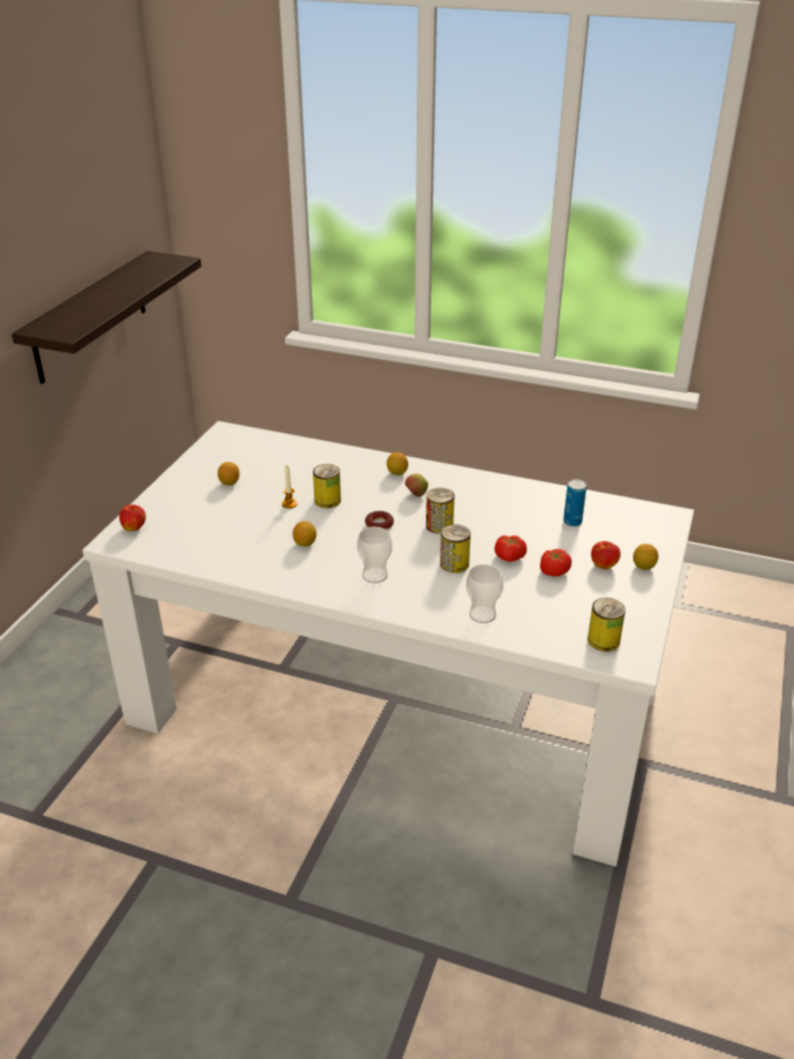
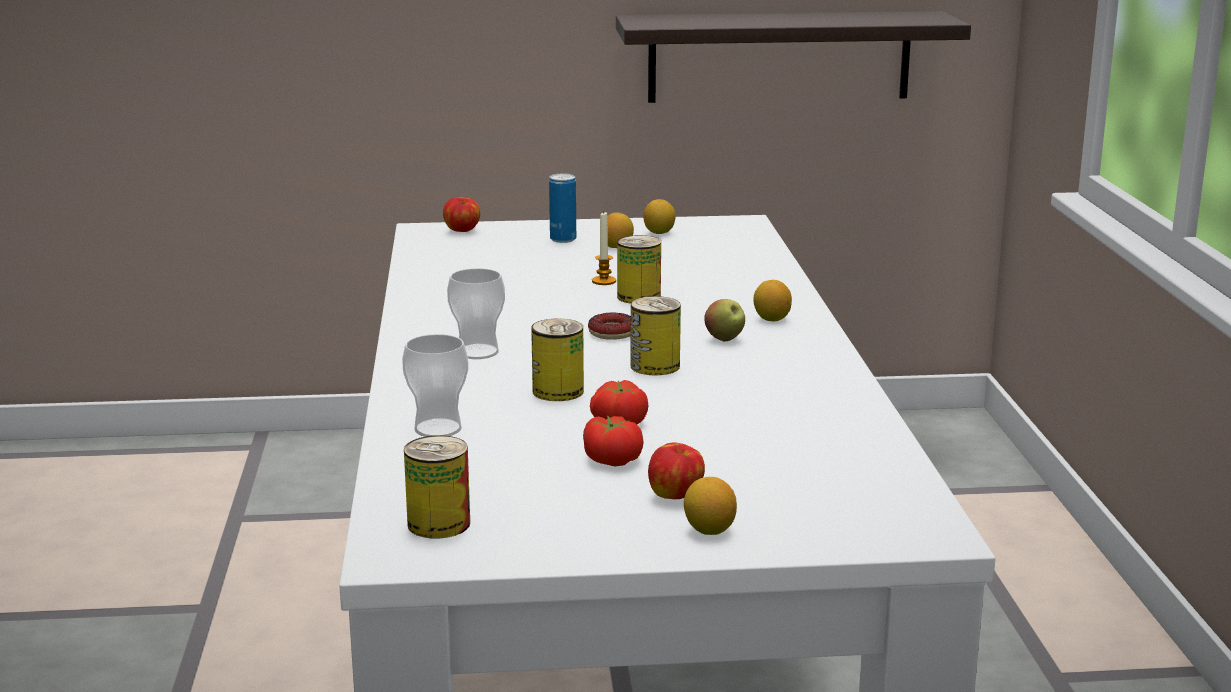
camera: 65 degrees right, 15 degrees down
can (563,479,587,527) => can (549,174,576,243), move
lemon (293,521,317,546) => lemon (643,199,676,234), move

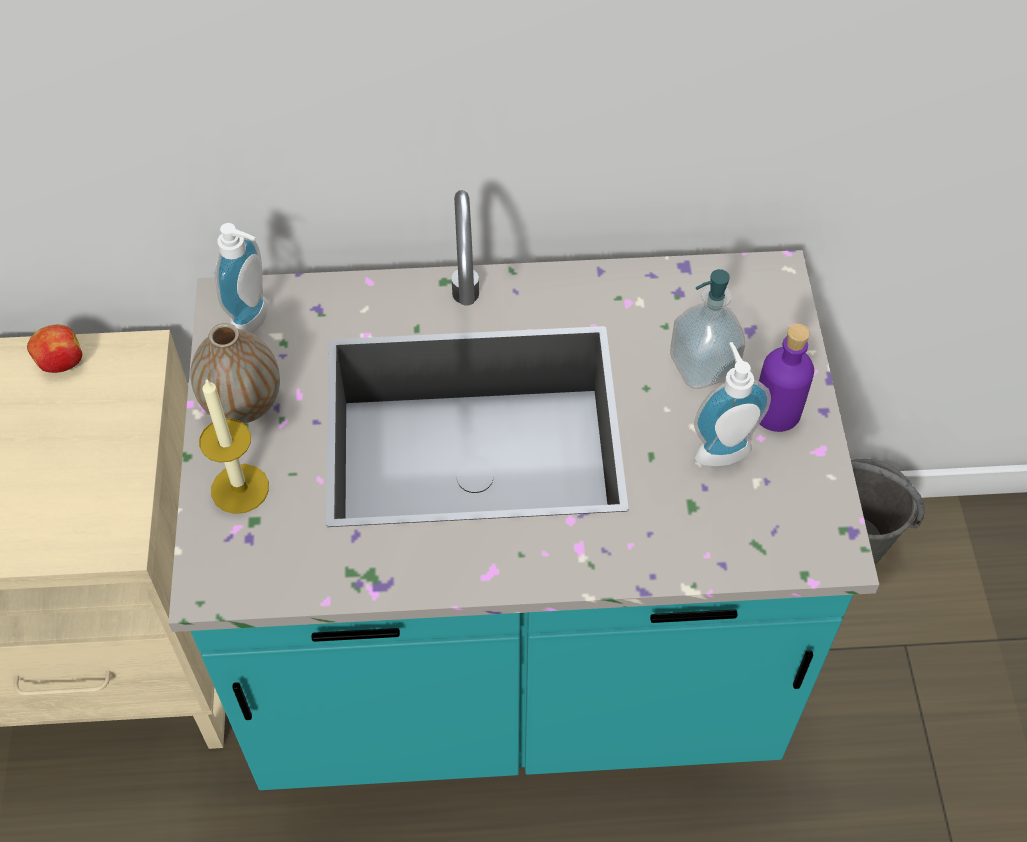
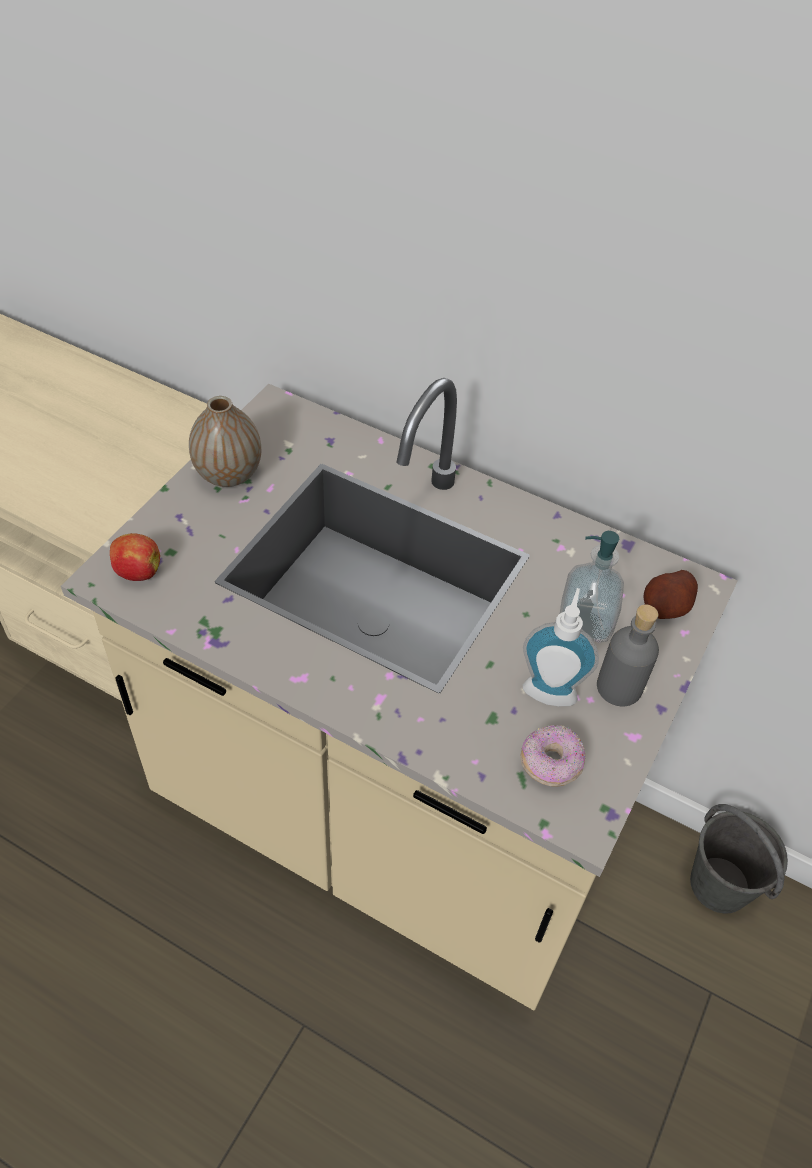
camera: 30 degrees right, 5 degrees down
turquoise counter (168,190,879,790) => beige counter (61,378,738,1010)
soap dispenser (215,223,269,334) => nothing
purple bottle (759,324,814,432) => grey bottle (597,605,659,707)
apple (27,325,82,373) => apple (110,533,160,581), move
candle (199,378,269,514) => nothing
nothing => potato (644,570,698,619)
nothing => donut (520,725,585,787)

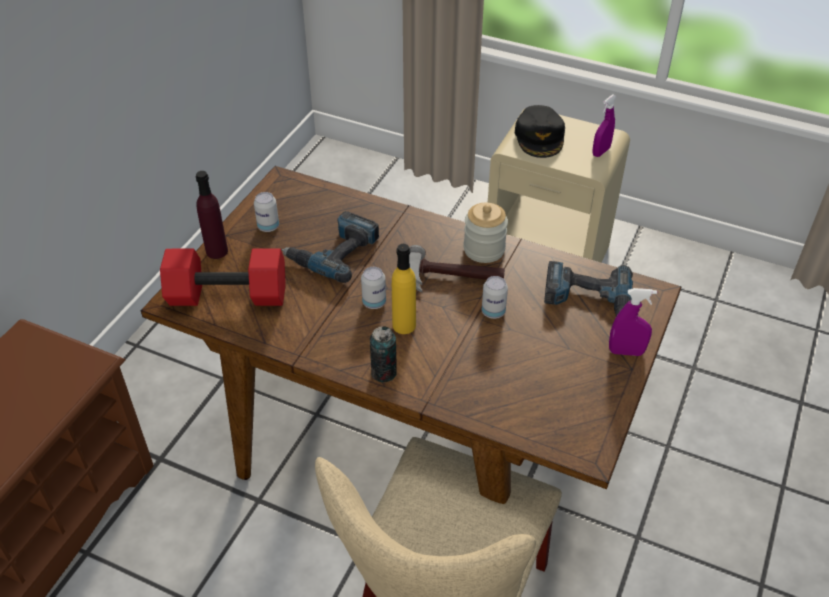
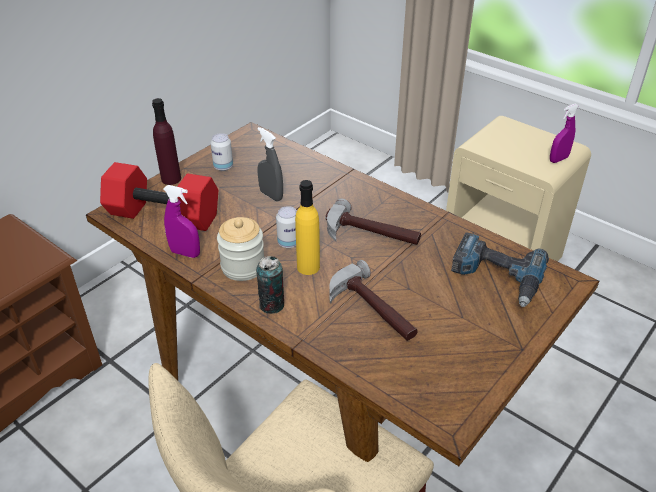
camera: 15 degrees right, 5 degrees down
black cap (515,105,565,158) => nothing
jar (463,203,508,263) => jar (217,217,264,281), move
power drill (282,211,379,283) => grey spray bottle (257,127,283,201)
can (482,276,508,319) => nothing
purple spray bottle (609,288,657,356) => purple spray bottle (163,185,200,258), move
nothing => hammer (329,260,418,341)

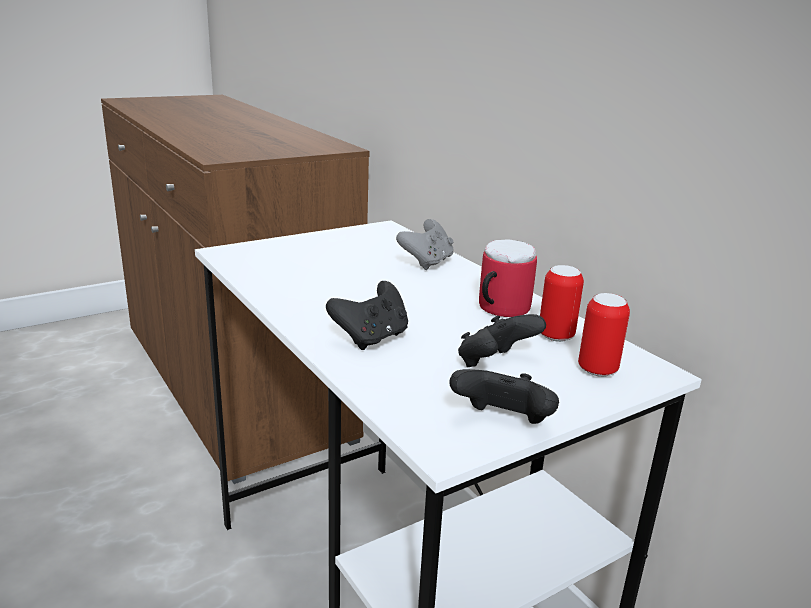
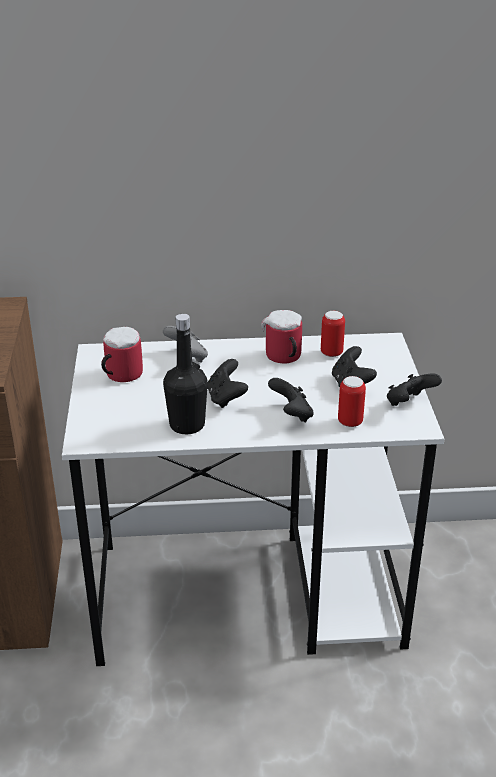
camera: 60 degrees left, 10 degrees up
can (578,293,630,377) => can (338,376,366,427), move
nothing => black bottle (163,314,208,434)
nothing => mug (101,327,143,382)
nothing => black game controller (207,359,248,408)

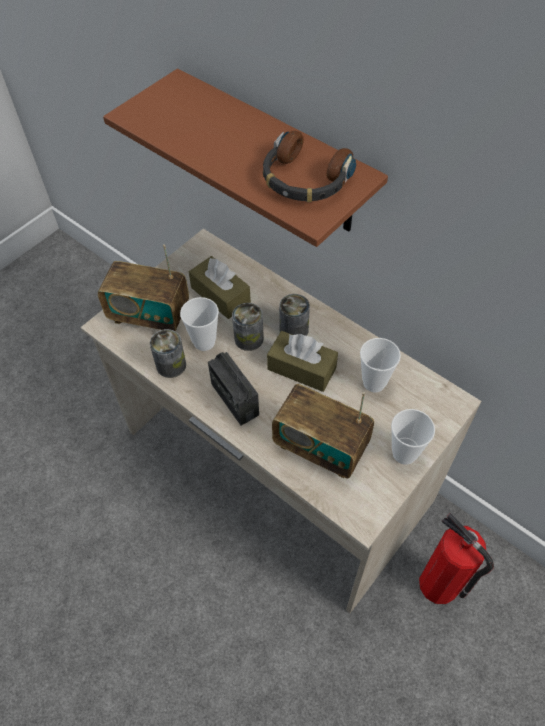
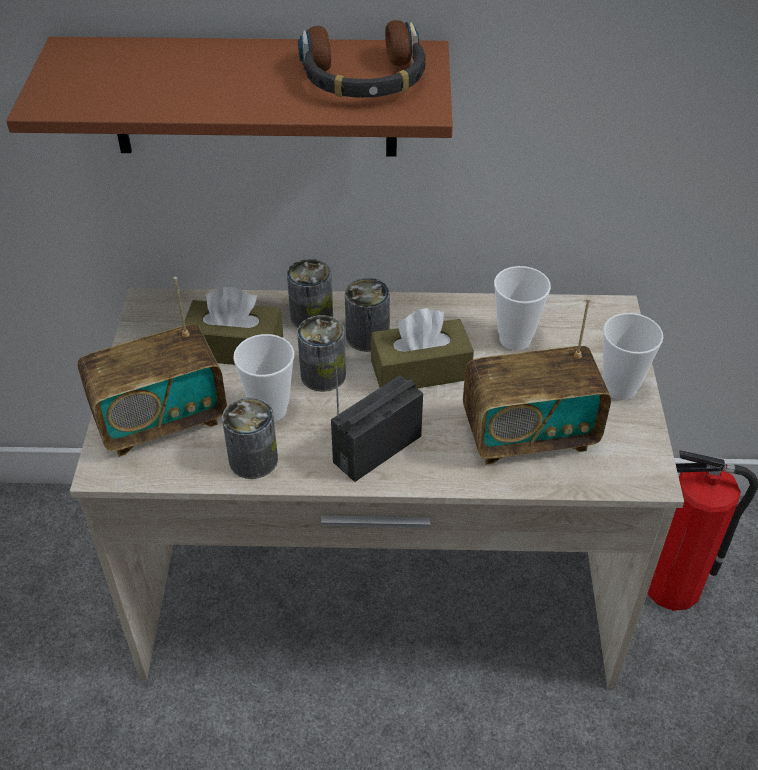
camera: 40 degrees left, 10 degrees down
radio (208,352,259,426) => radio (331,366,423,482), 120 degrees clockwise
nothing => can (287,259,333,328)

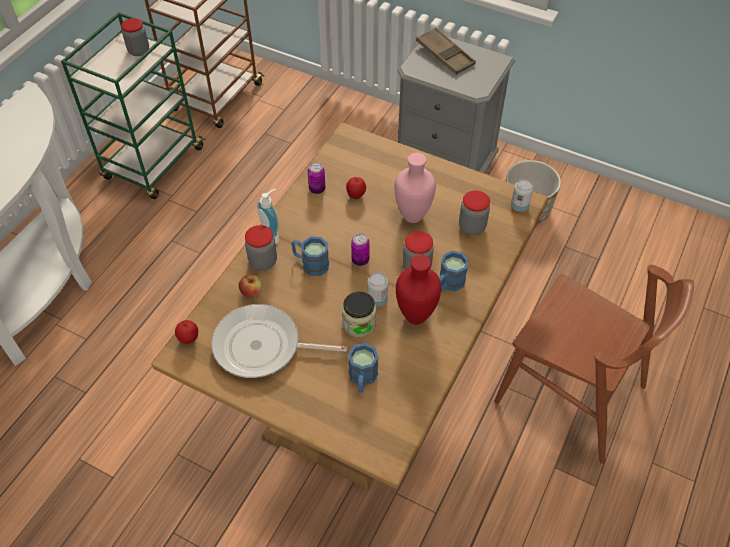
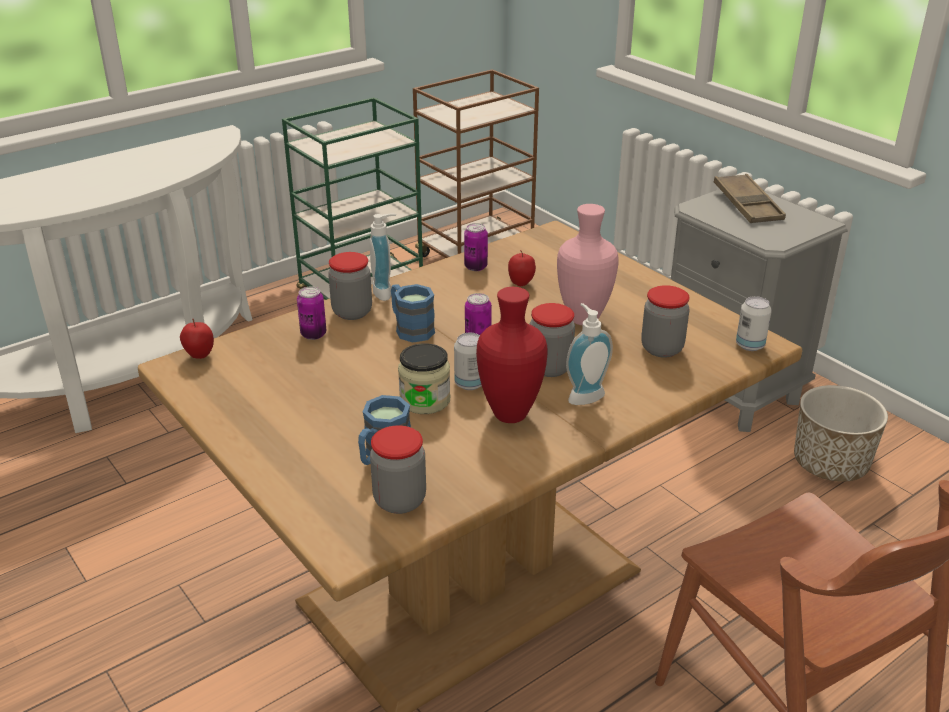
camera: 25 degrees right, 20 degrees down
jar (121,18,149,56) => jar (370,425,426,514), move
blue mug (439,251,469,292) => soap dispenser (566,303,613,405)
apple (238,274,262,298) => can (297,286,326,340)
frying pan (211,304,347,378) => nothing

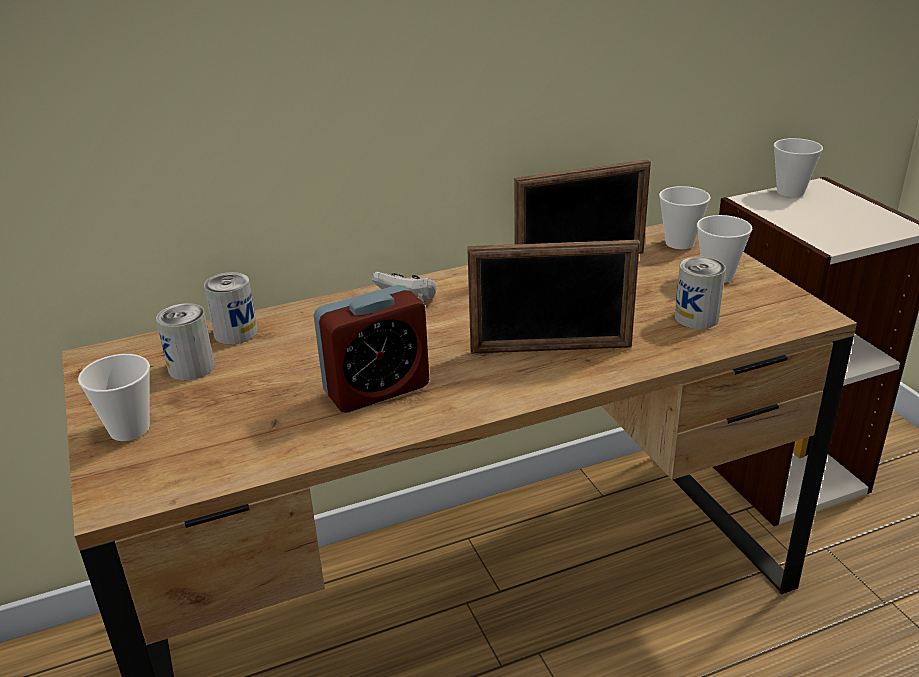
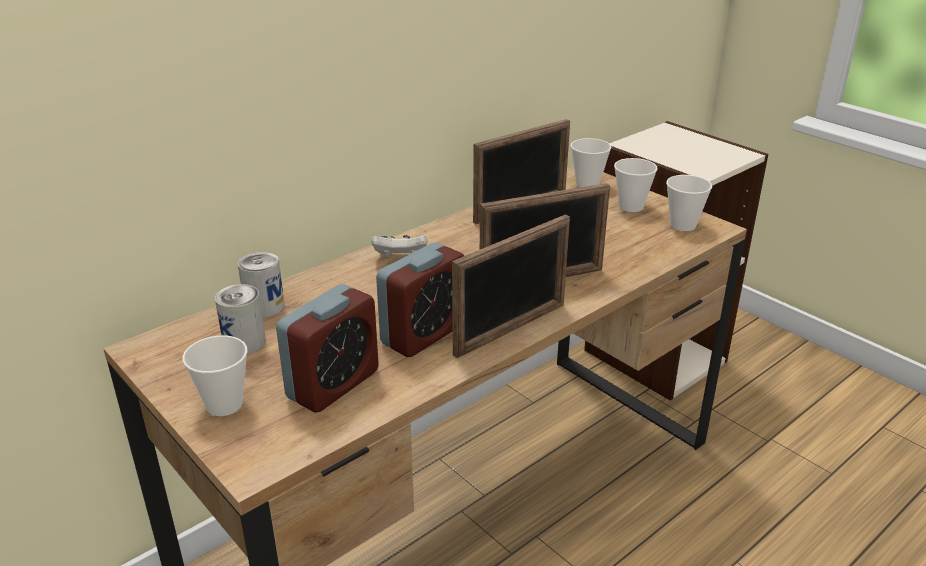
camera: 20 degrees left, 0 degrees up
cup (774,138,823,197) => cup (666,175,712,231), move
can (675,257,726,329) => nothing
nothing => picture frame (452,214,570,358)
nothing => alarm clock (276,284,379,413)

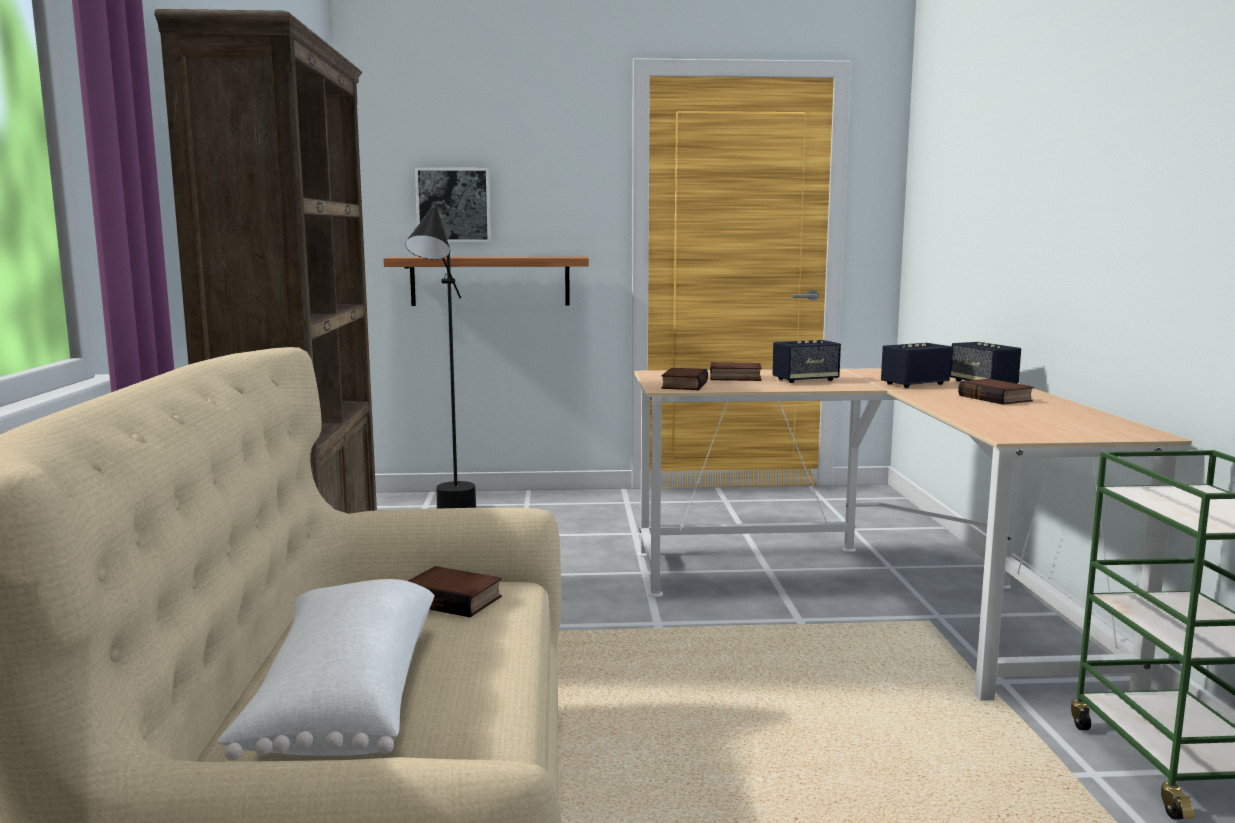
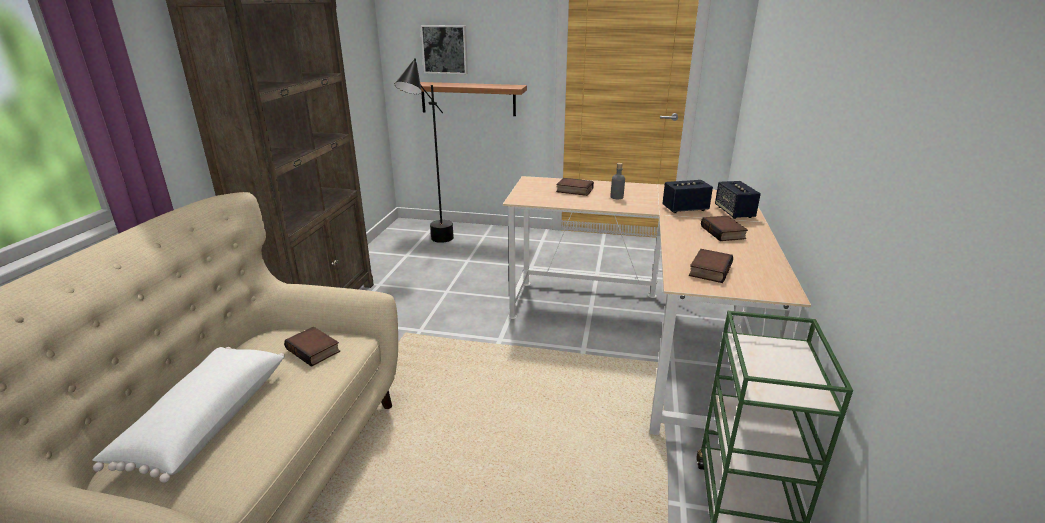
camera: 15 degrees right, 15 degrees up
speaker (772,340,841,383) => grey bottle (610,163,625,199)
book (661,368,708,390) => book (689,249,733,283), move

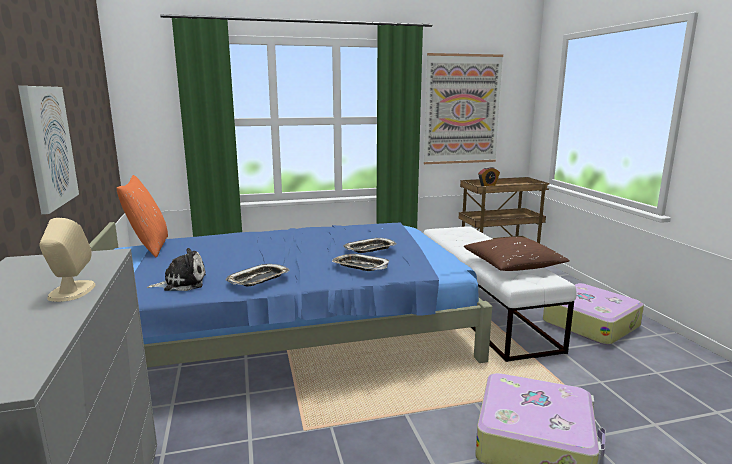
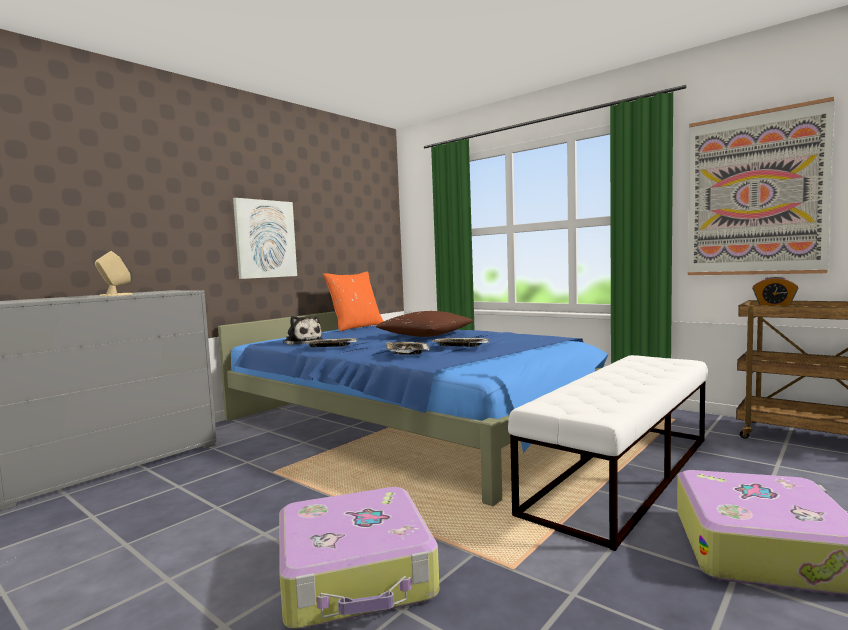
camera: 55 degrees right, 10 degrees down
brown pillow (463,237,569,271) => brown pillow (375,311,474,337), move

